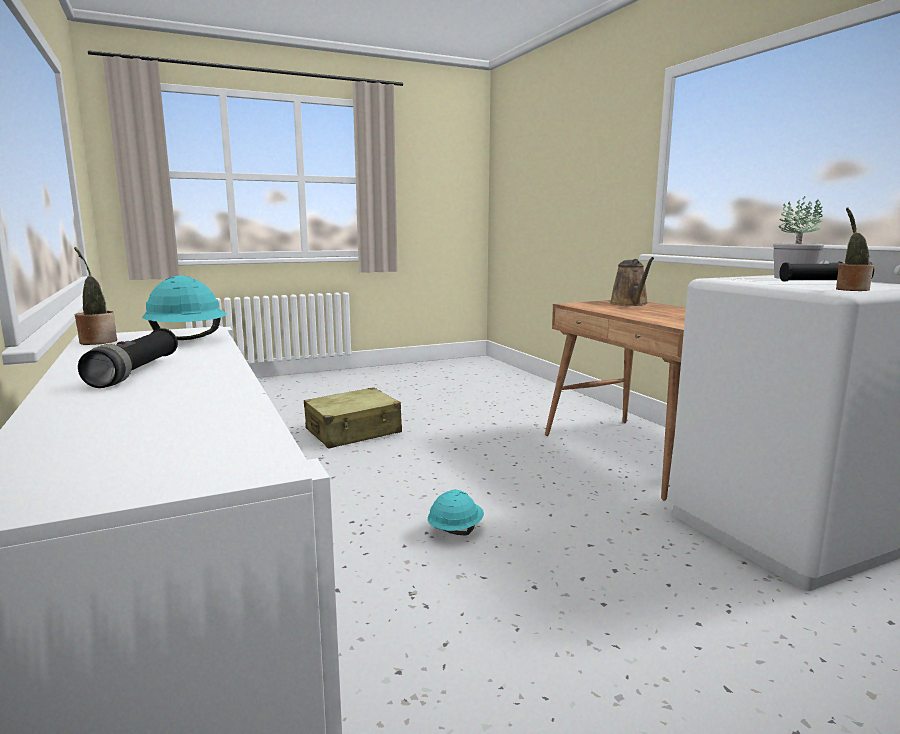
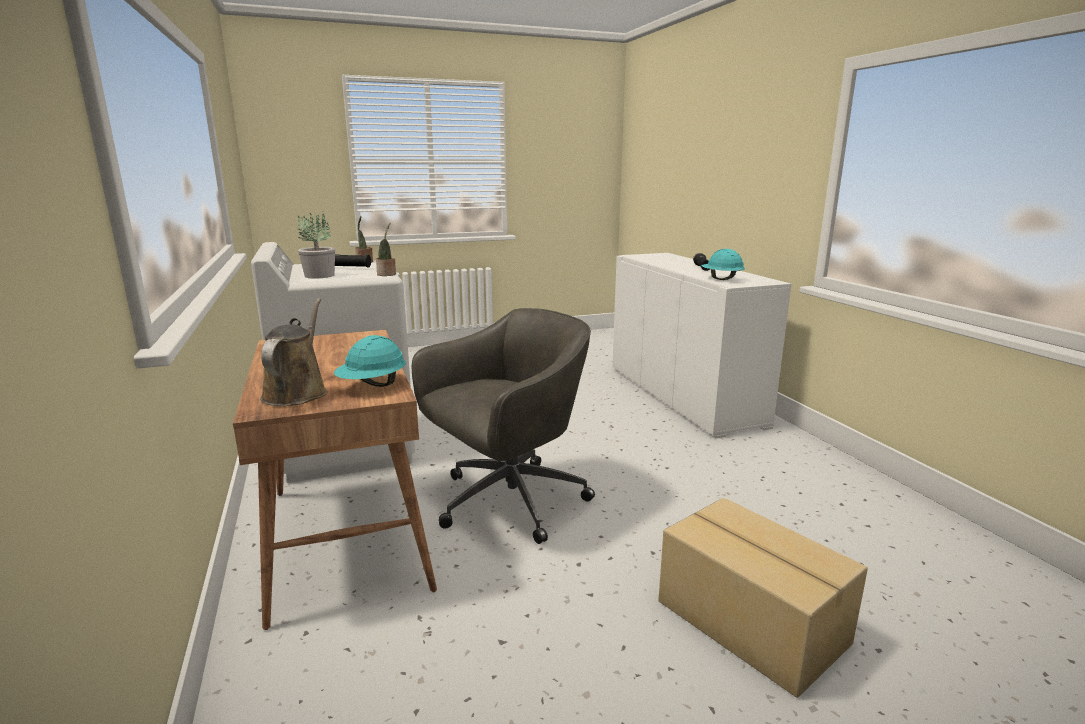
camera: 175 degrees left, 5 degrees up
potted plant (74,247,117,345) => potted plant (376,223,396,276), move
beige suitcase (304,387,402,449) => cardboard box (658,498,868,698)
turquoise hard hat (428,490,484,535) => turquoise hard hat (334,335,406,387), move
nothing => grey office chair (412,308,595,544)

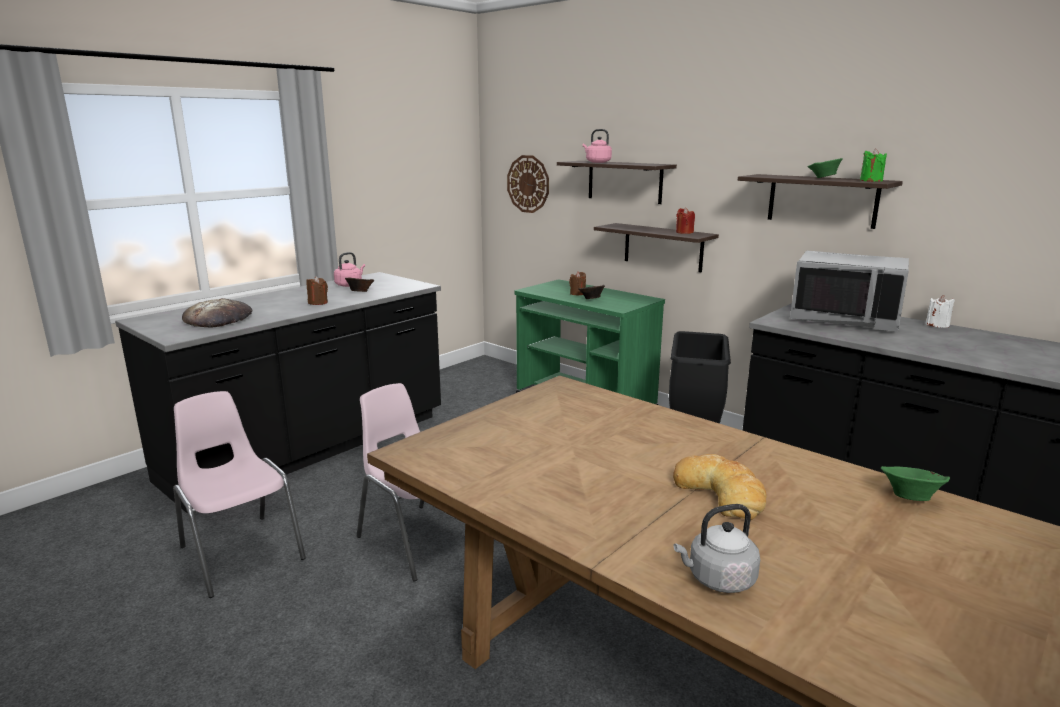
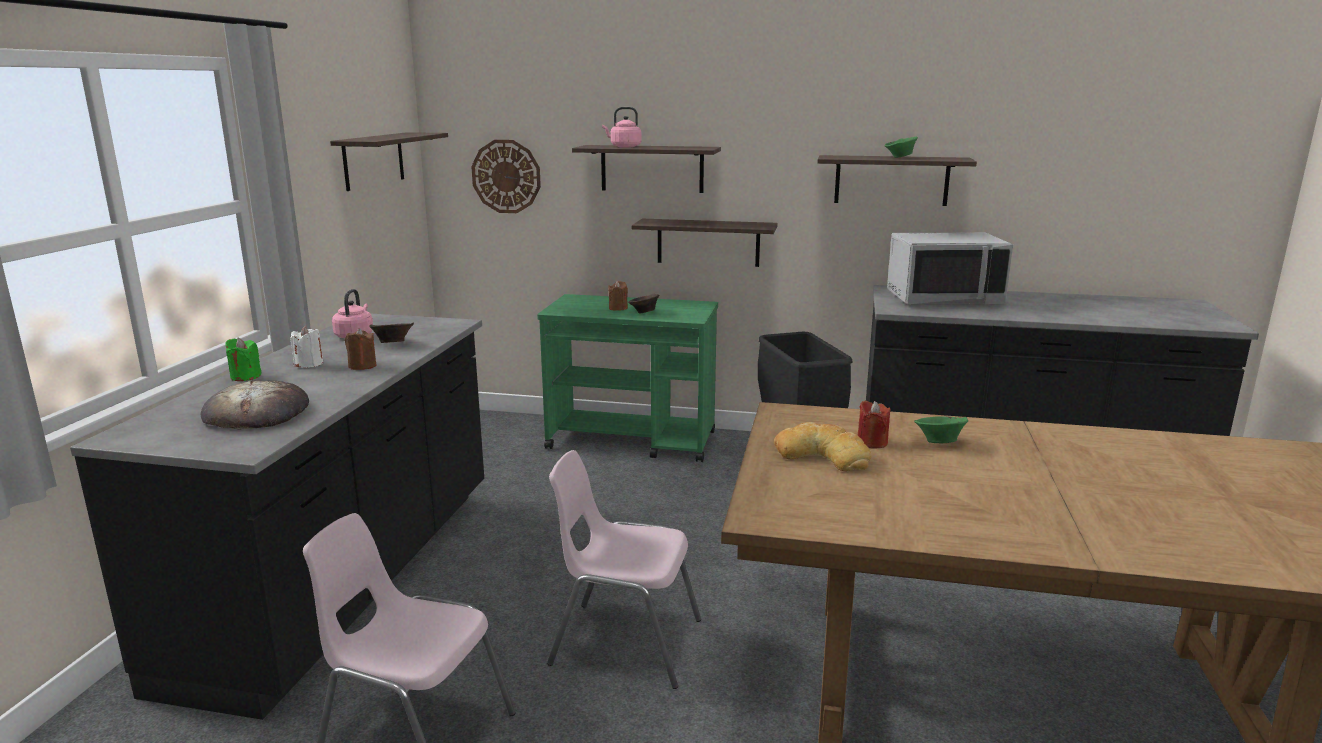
camera: 30 degrees left, 0 degrees up
green candle (860,149,887,182) => green candle (225,338,262,381), move
red candle (676,207,695,234) => red candle (858,400,890,448), move
white candle (926,295,955,328) => white candle (290,326,323,368), move
bread (673,454,766,520) => bread (774,422,871,471), move
green bowl (881,466,950,501) => green bowl (914,416,968,443), move
grey kettle (673,504,760,593) => nothing
nothing => shelf (330,132,448,191)

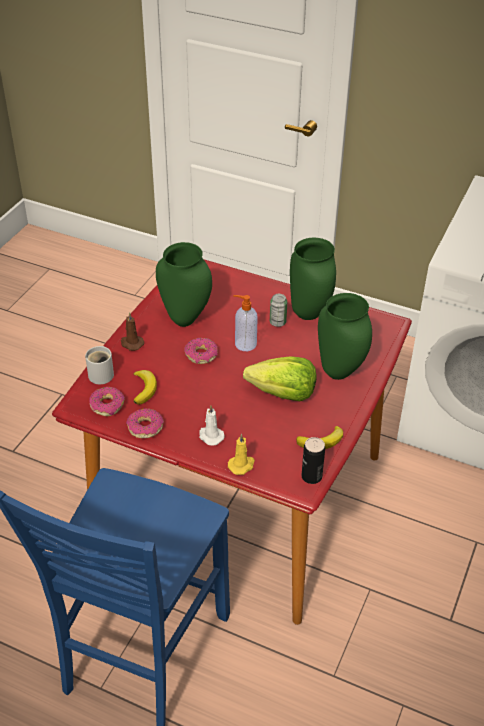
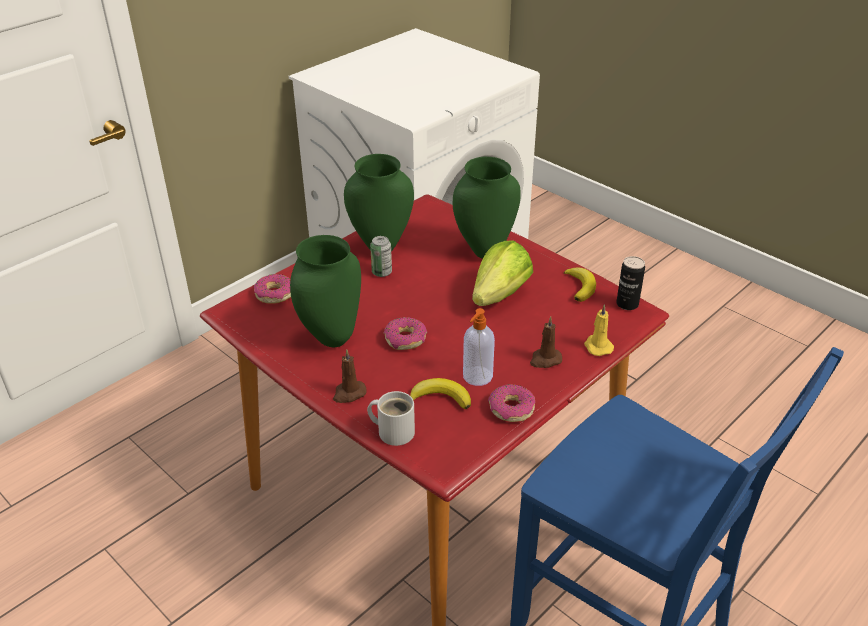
camera: 70 degrees left, 5 degrees down
soap dispenser (233,295,258,351) => soap dispenser (463,308,495,386), move
donut (90,387,125,416) => donut (254,274,291,304), move
white candle (199,405,225,446) => brown candle (530,316,562,368)

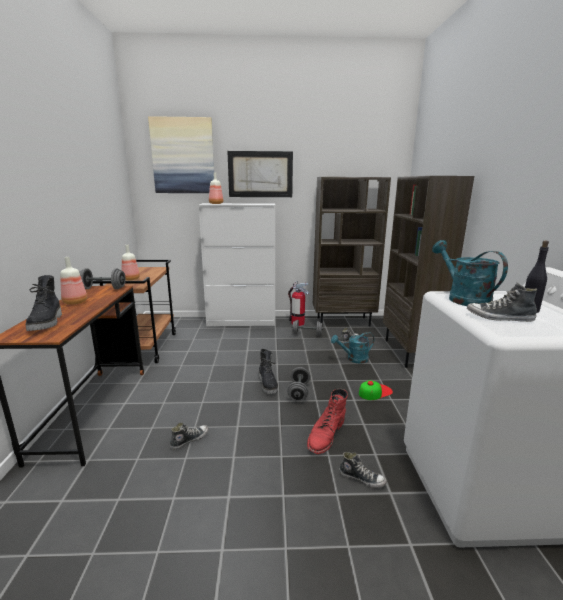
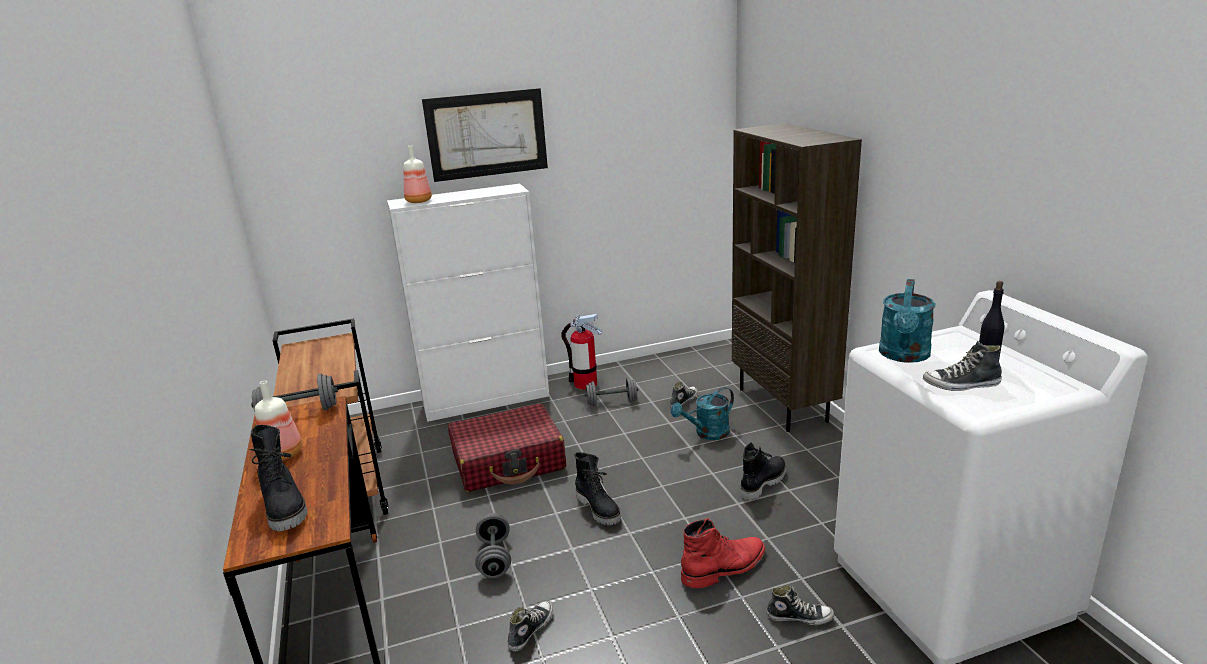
camera: 15 degrees left, 5 degrees up
picture (148,116,214,193) => nothing
brown bookcase (313,177,391,326) => nothing
turquoise watering can (432,240,508,306) => turquoise watering can (879,279,935,363), 120 degrees counterclockwise
bottle (121,245,140,281) => nothing
grey dumbbell (287,367,310,402) => grey dumbbell (475,513,511,578), move
cap (359,380,393,400) => black boot (741,442,786,501)
red boot (307,389,348,454) => red boot (681,518,765,588), 135 degrees counterclockwise
nothing => red suitcase (448,404,566,492)

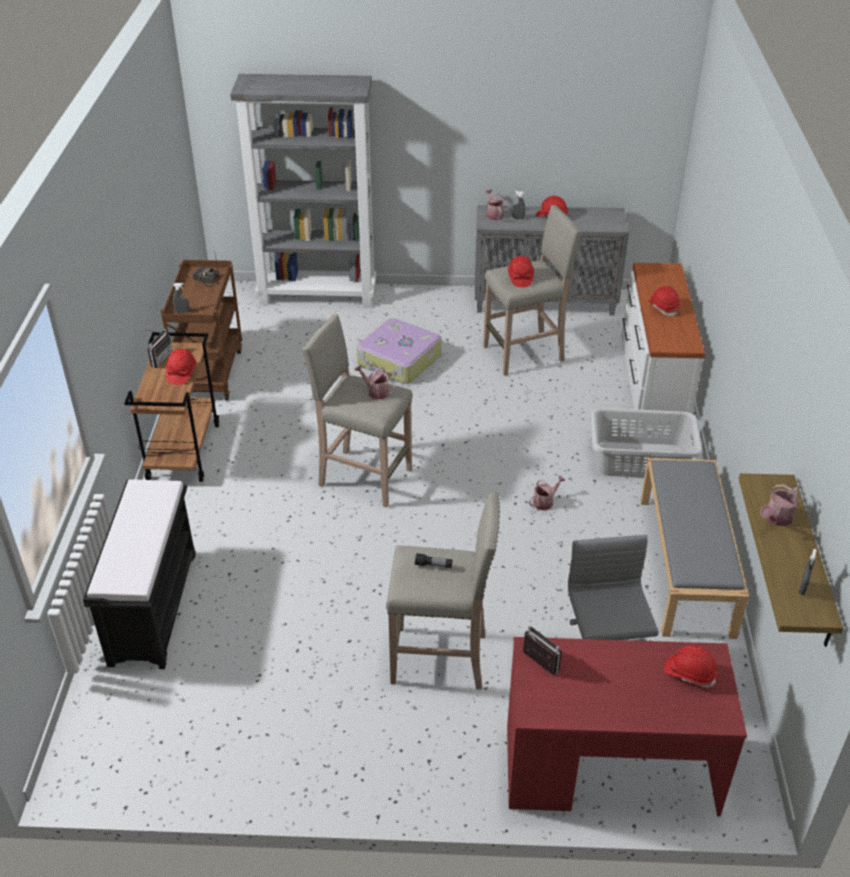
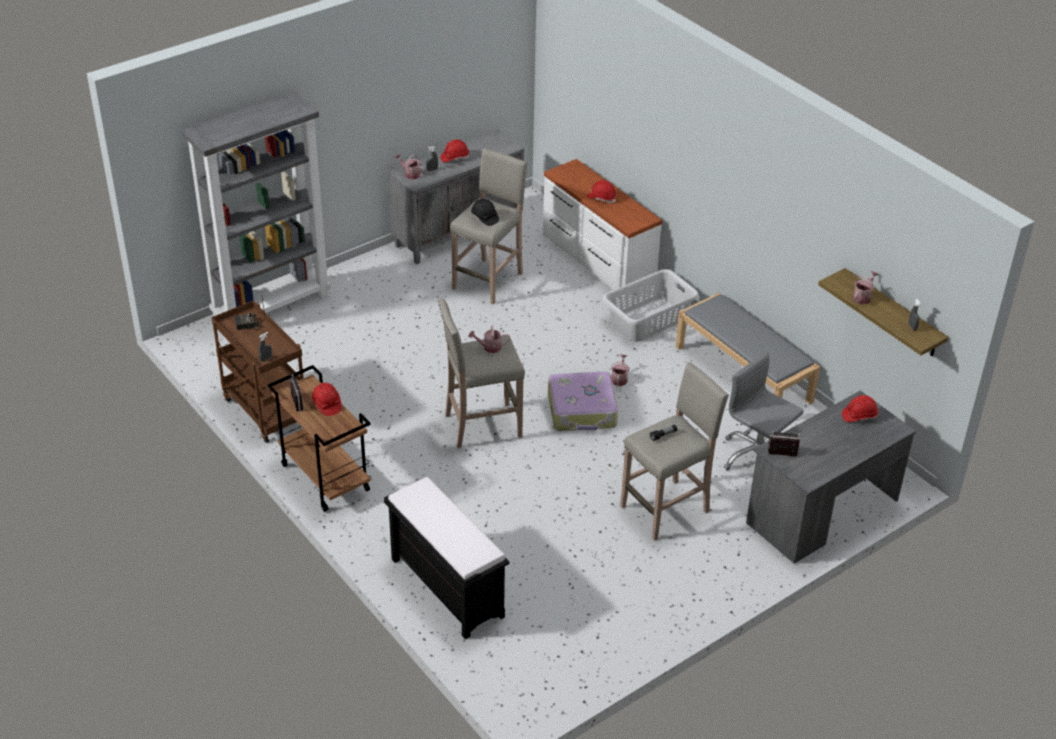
camera: 40 degrees left, 0 degrees up
red hard hat (508,256,534,287) => black hard hat (471,198,499,226)
suitcase (356,318,441,384) => suitcase (548,372,618,431), move
watering can (760,484,799,526) => watering can (852,271,878,304), 150 degrees counterclockwise
red desk (507,637,747,817) => grey desk (746,391,916,564)

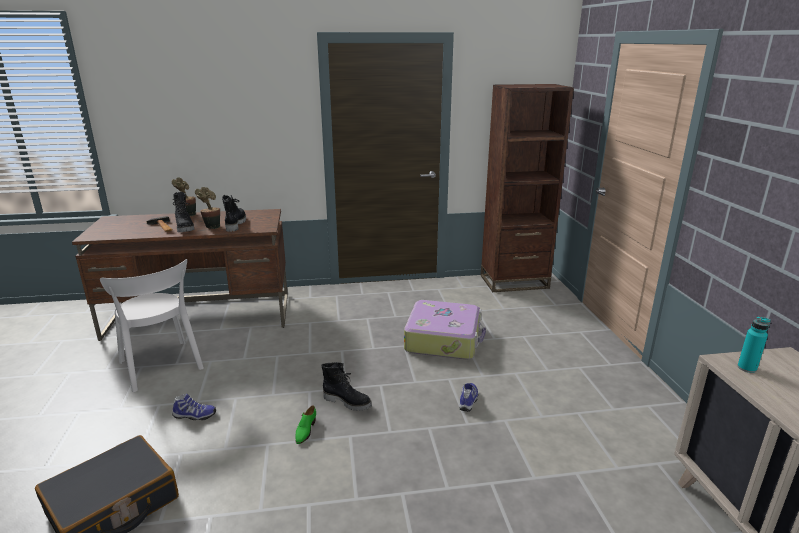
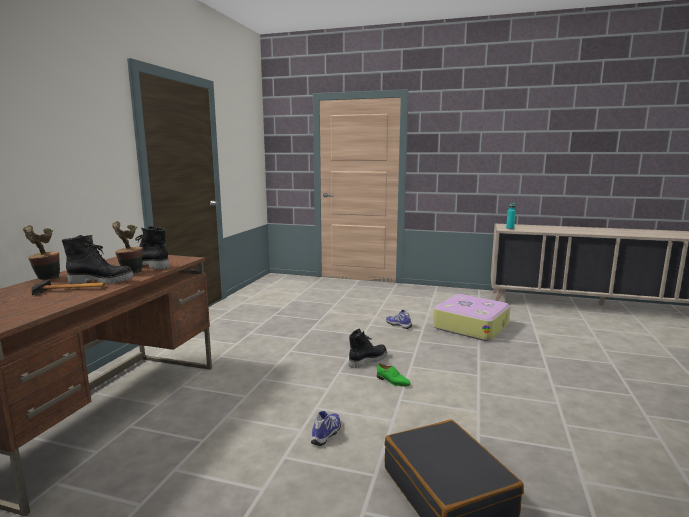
camera: 65 degrees left, 10 degrees down
brown bookcase (481,84,574,292) => nothing
white chair (100,259,204,392) => nothing
suitcase (404,300,486,359) => suitcase (433,294,511,341), move

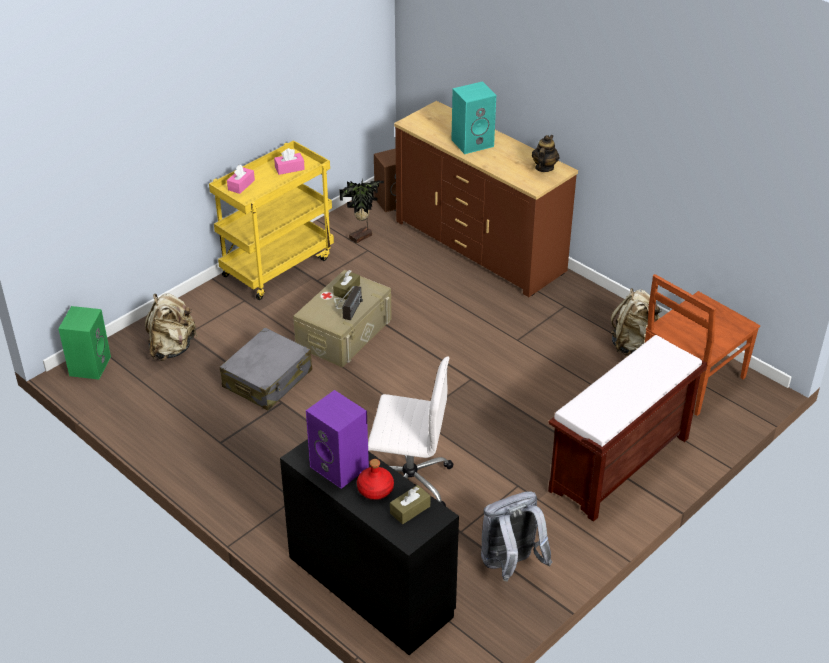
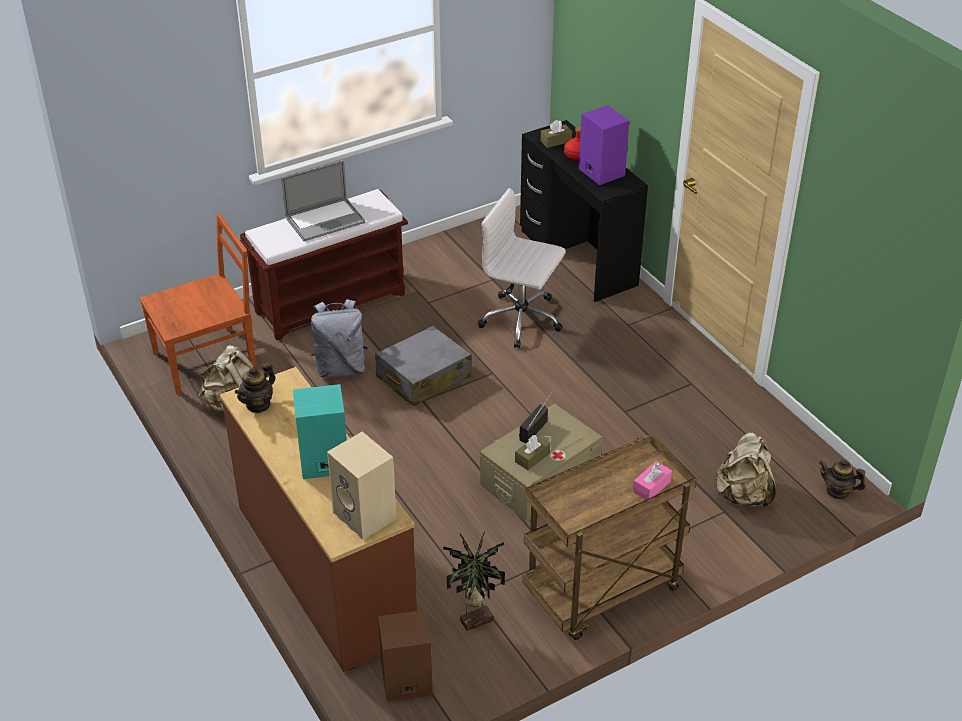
camera: 165 degrees left, 0 degrees up
yellow cart (209,140,334,300) => brown cart (522,434,696,640)
pink tissue box (274,148,305,175) => nothing
green speaker (58,306,111,380) => teapot (819,459,866,500)
grey suitcase (220,327,312,410) => grey suitcase (375,326,471,406), move
grey backpack (481,491,553,582) => grey backpack (311,299,368,378), move
nothing => laptop (281,160,366,241)
nothing => beige speaker (327,432,397,540)

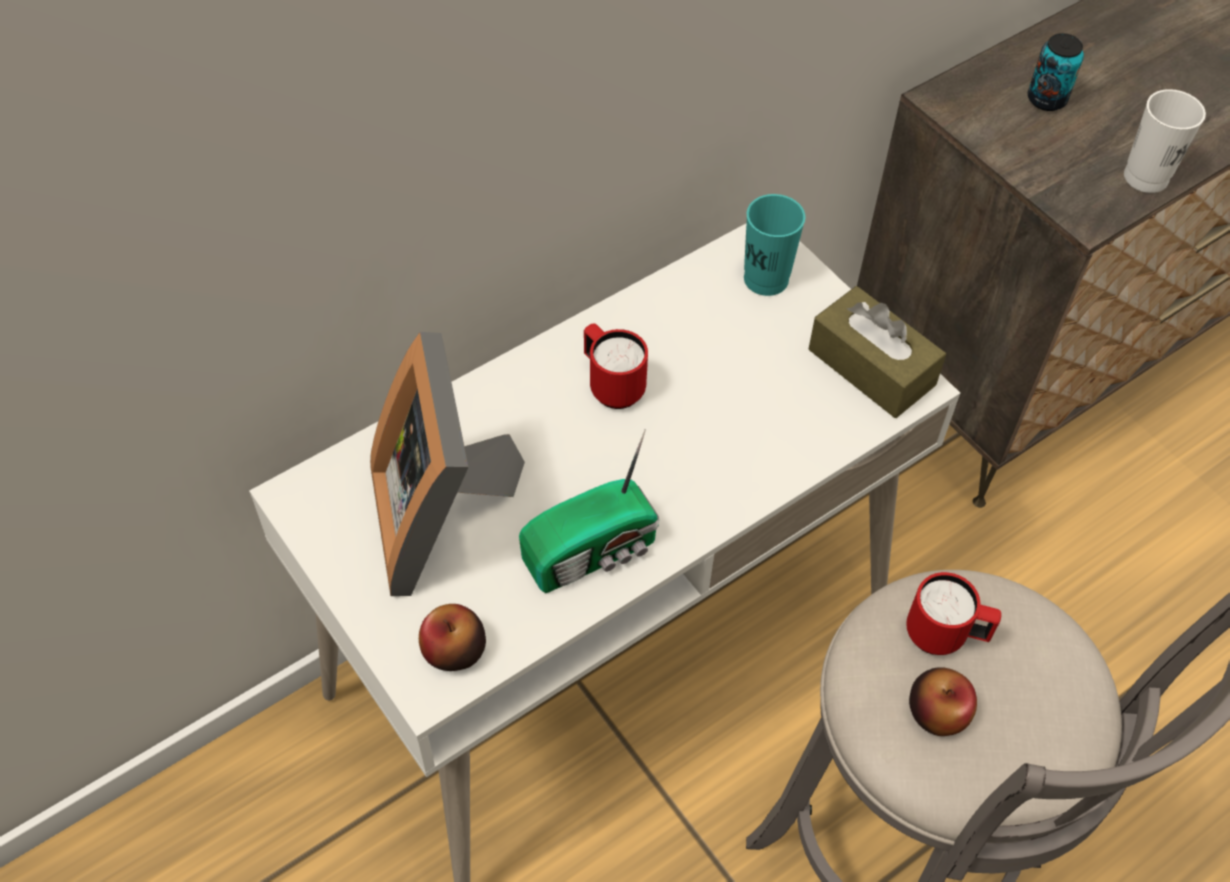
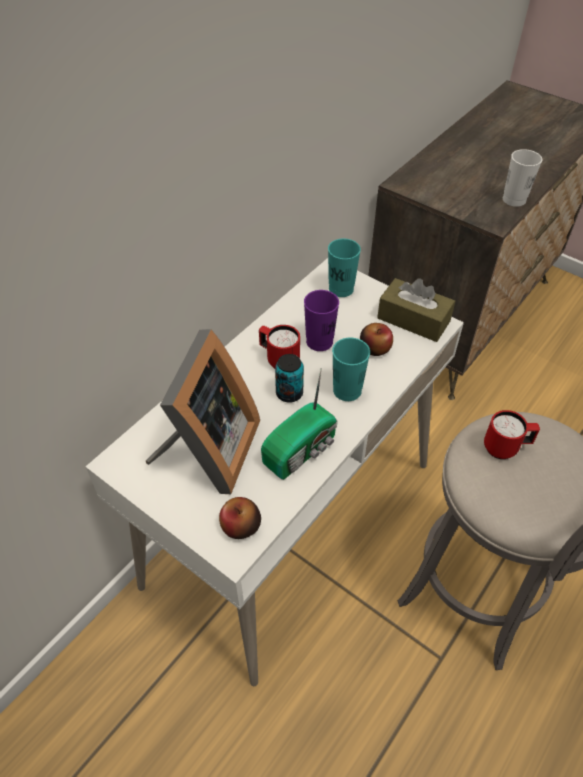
camera: 15 degrees left, 5 degrees down
can (1028,33,1084,111) => can (275,354,304,403), move
picture frame (370,332,525,596) => picture frame (146,329,260,494), 135 degrees counterclockwise
apple (909,667,977,736) => apple (360,323,393,356), move
nothing => purple cup (304,290,339,351)
nothing => turquoise cup (332,337,370,401)

